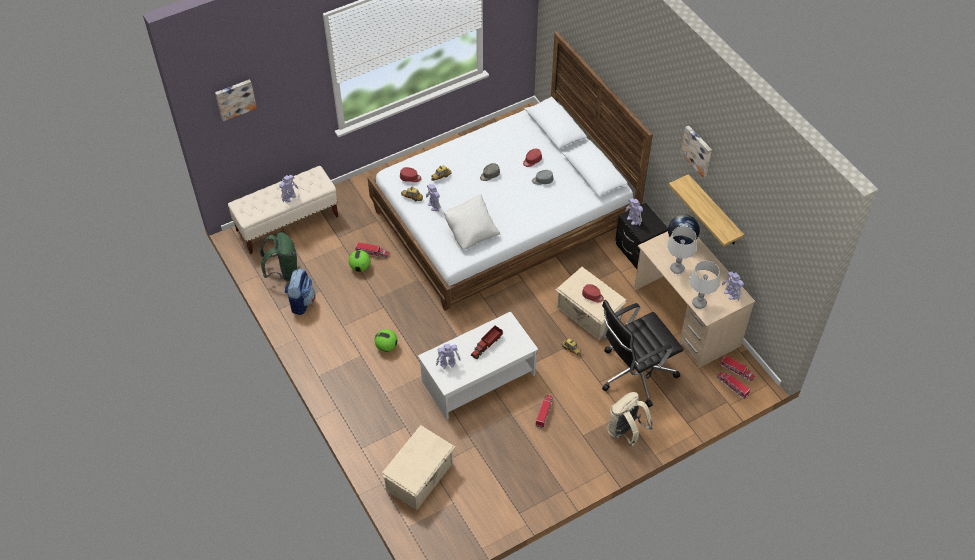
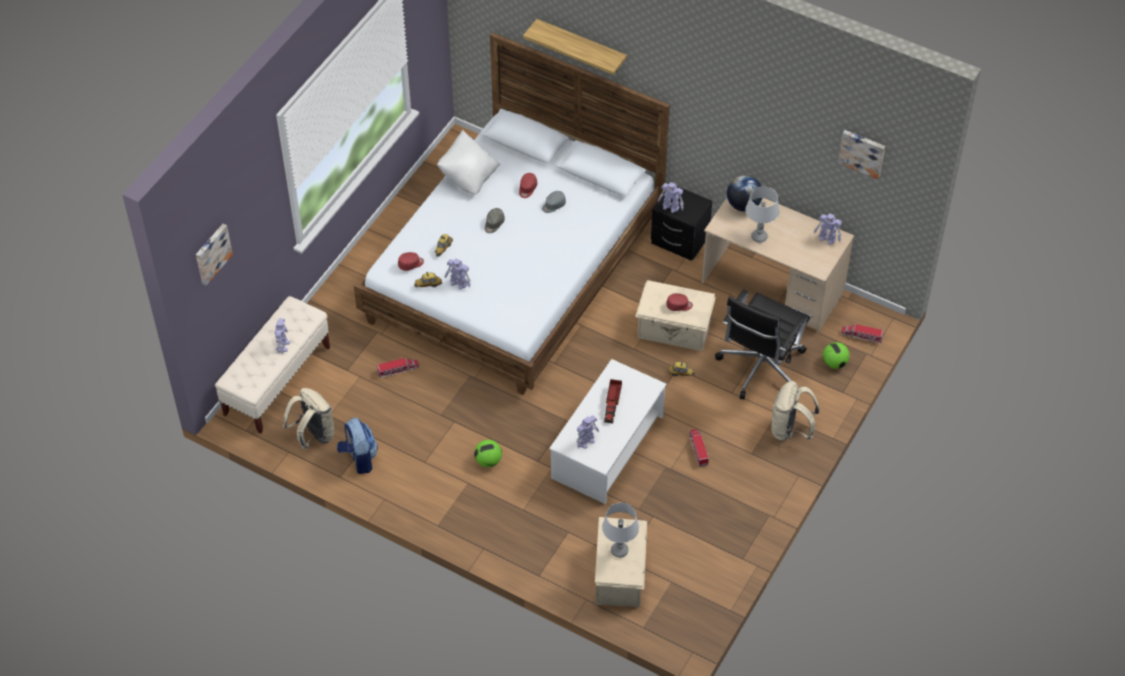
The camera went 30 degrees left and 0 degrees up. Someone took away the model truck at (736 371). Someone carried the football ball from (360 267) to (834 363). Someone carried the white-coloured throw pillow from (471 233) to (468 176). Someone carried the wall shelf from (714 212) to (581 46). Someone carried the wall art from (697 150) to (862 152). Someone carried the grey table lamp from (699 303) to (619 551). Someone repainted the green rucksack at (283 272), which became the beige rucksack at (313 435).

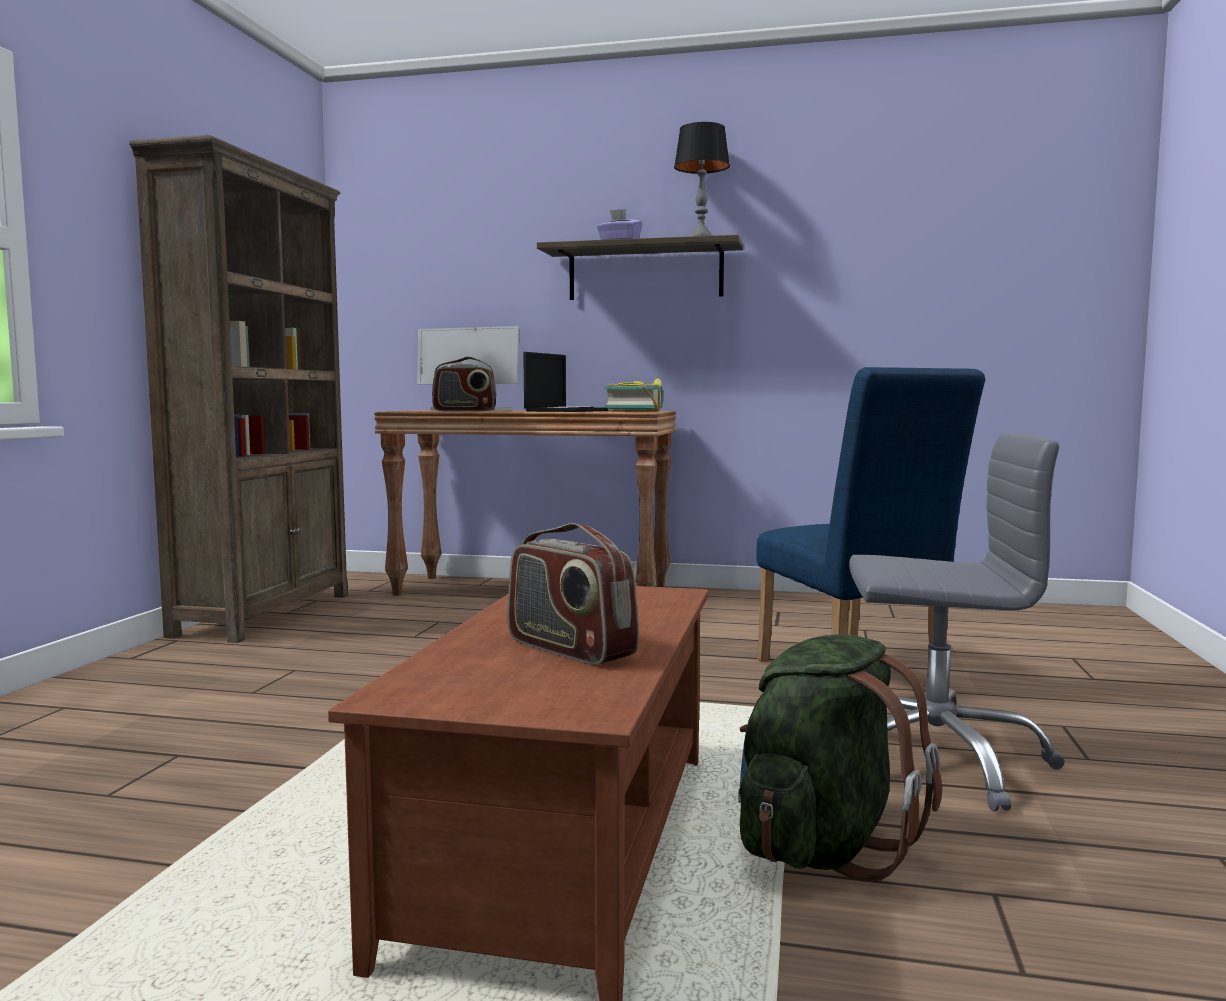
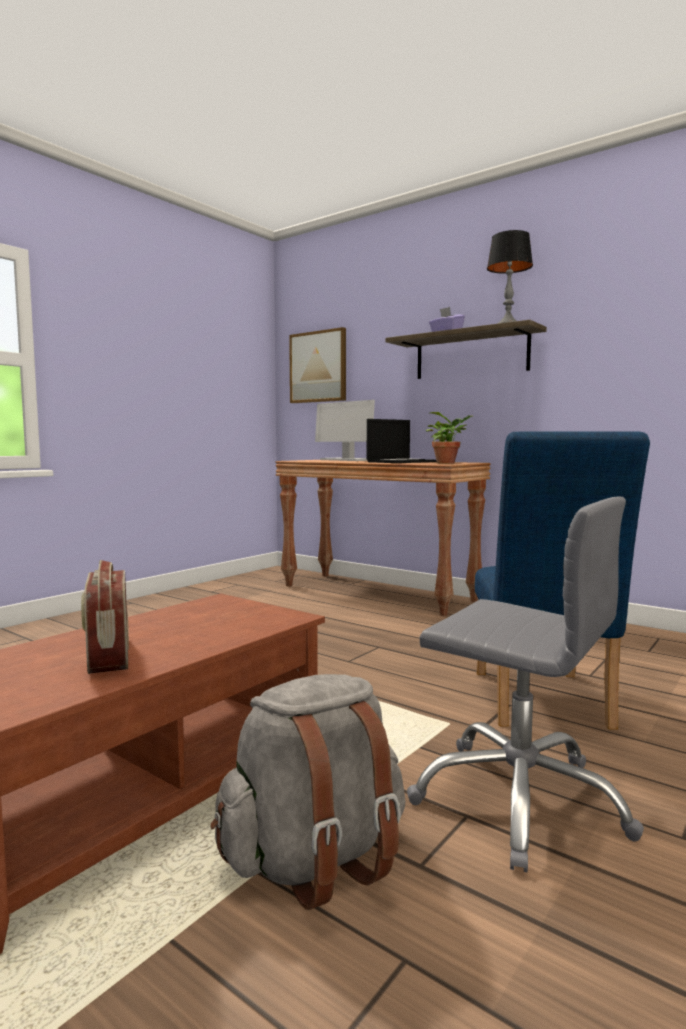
The camera went 25 degrees right and 0 degrees up. Someone took away the brown-coloured bookshelf at (265 614). Someone took away the radio receiver at (464 411). Someone put up the wall art at (318 367). Someone swapped the volume at (636 411) for the houseplant at (448 463). Someone repainted the green rucksack at (821 847), which became the grey rucksack at (315 859).

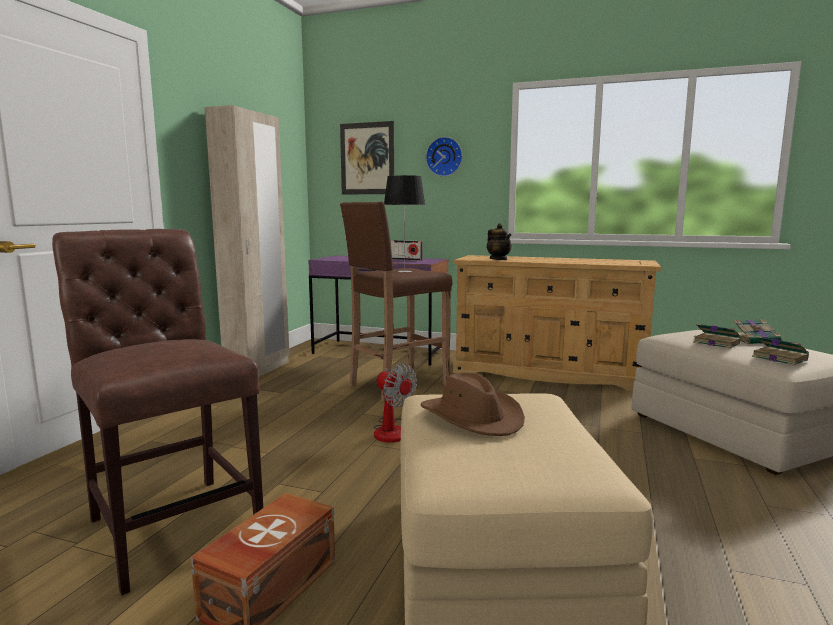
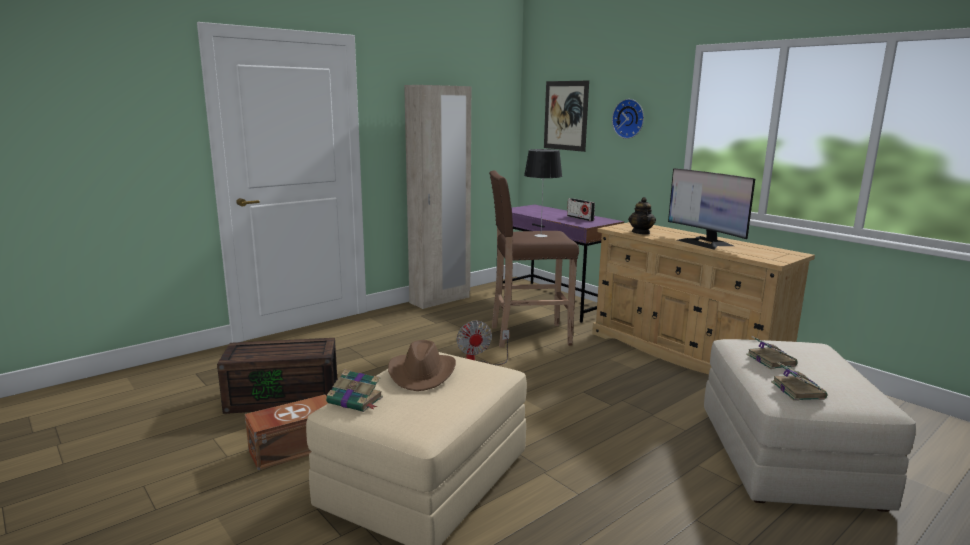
The camera went 30 degrees right and 5 degrees up. Someone put down the computer screen at (705 243). Someone carried the volume from (755 340) to (356 401). Someone swapped the brown-coloured upright chair at (172 522) for the brown-coloured storage container at (285 396).

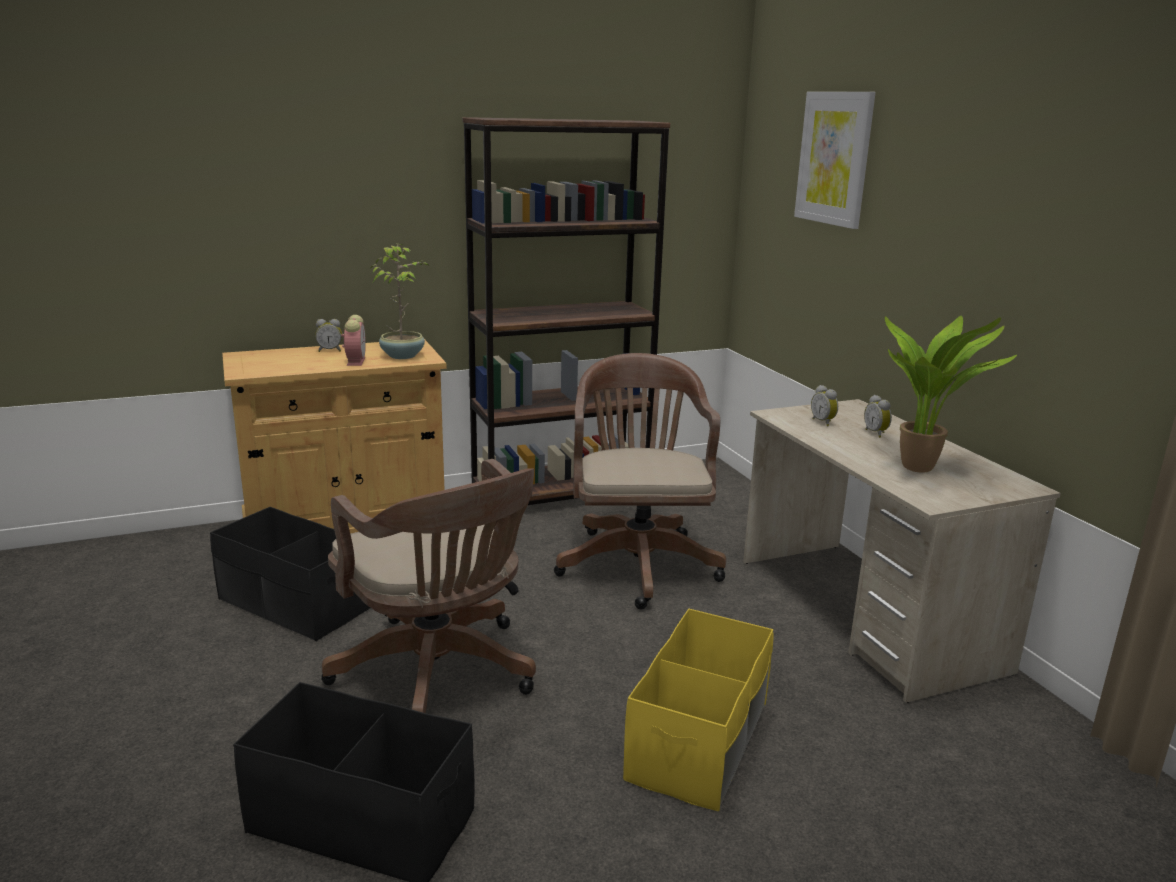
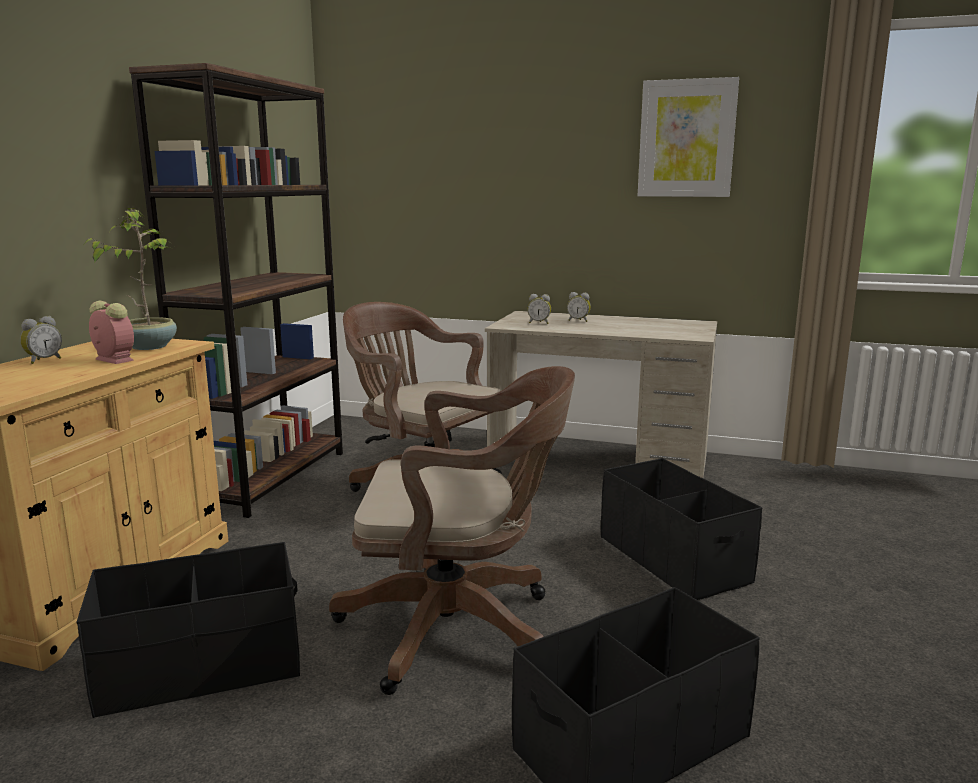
The camera went 50 degrees left and 5 degrees down. Someone took away the houseplant at (922 468). Someone carried the wall art from (834 158) to (686 139). Someone repainted the yellow storage container at (699 741), which became the black-coloured storage container at (673 559).

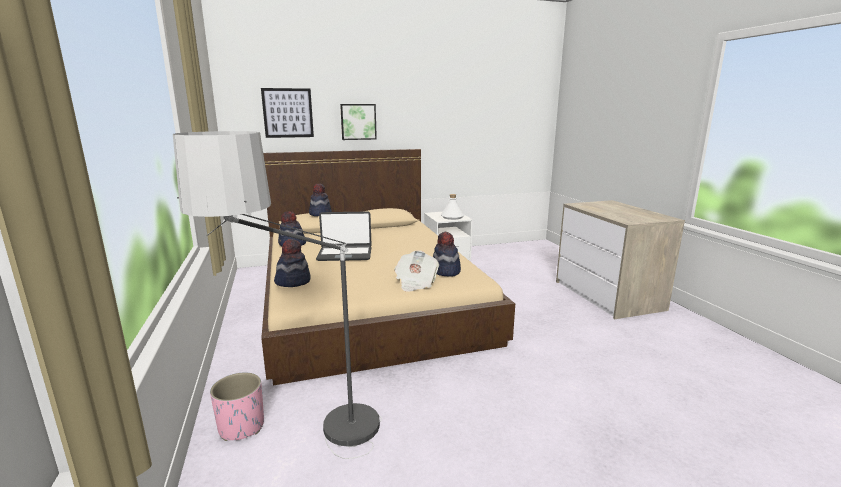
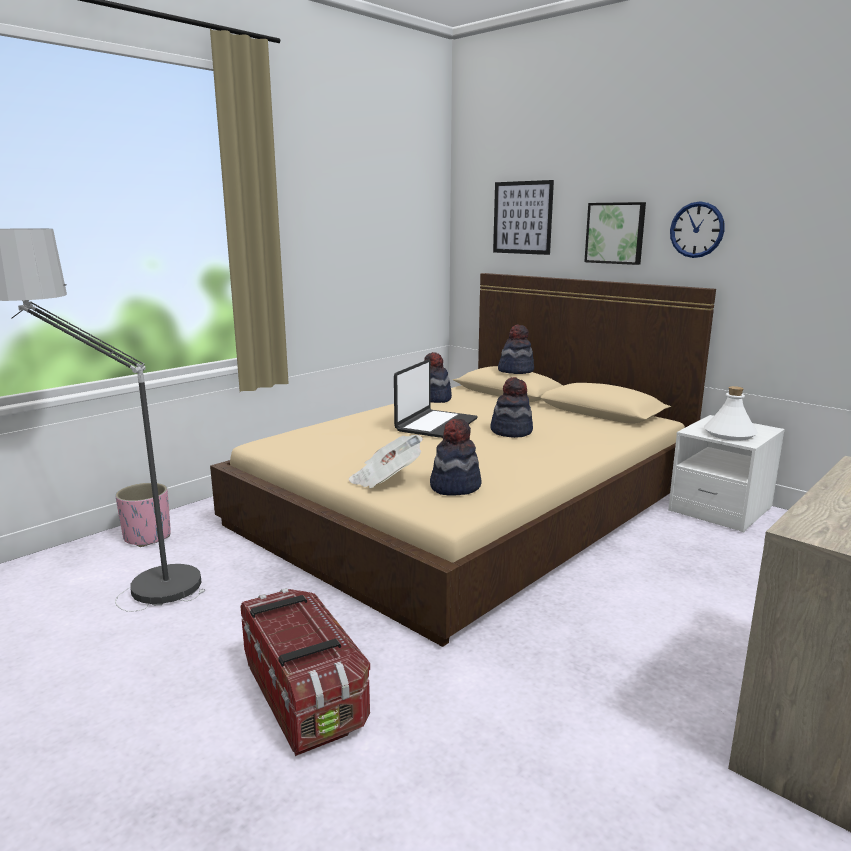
The camera went 60 degrees right and 0 degrees up. Someone put down the storage container at (304 694). Someone put up the clock on the wall at (697 230). Someone carried the wearable hat from (293 281) to (511 431). Someone rotated the notebook computer at (345 254) by 120 degrees counterclockwise.

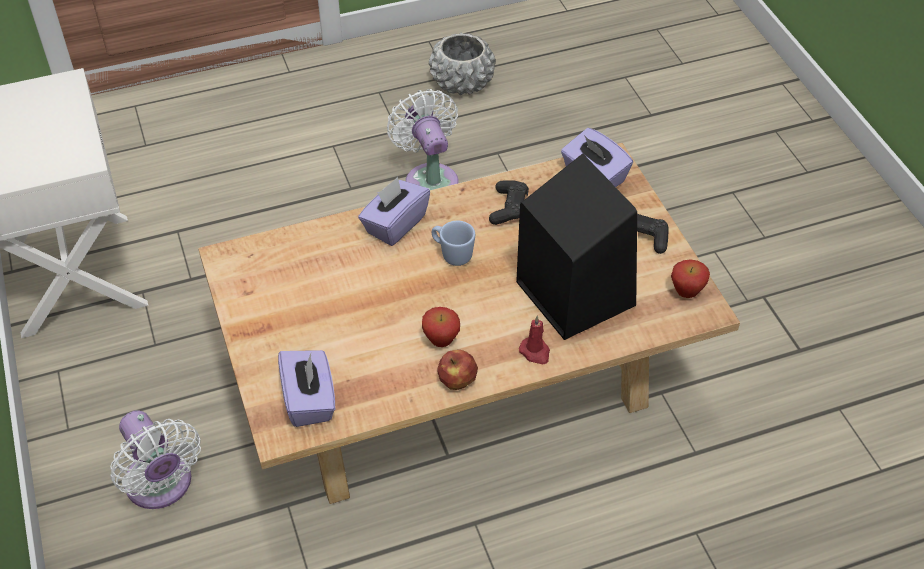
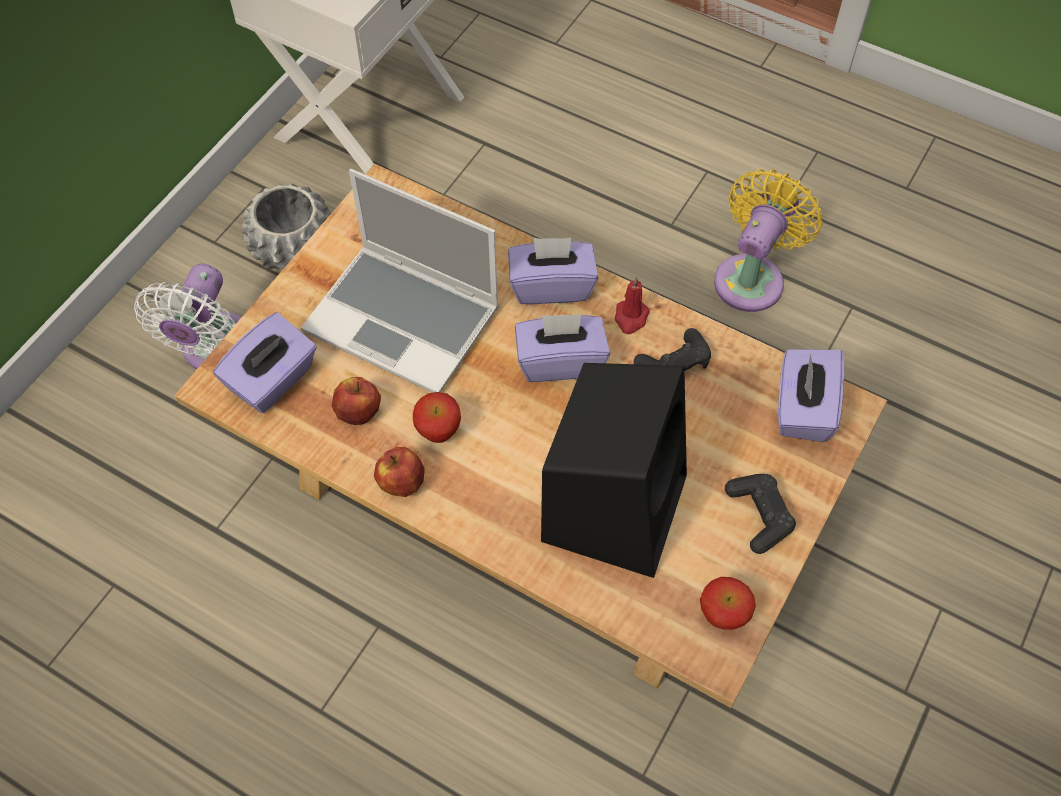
The camera went 50 degrees right and 10 degrees up. Someone put down the notebook computer at (405 320). Someone put down the apple at (358 412). Someone carried the grey flower pot from (461 82) to (294 248). Someone carried the reddish wax light from (535 352) to (631 318). Someone swapped the bluish mug at (452 254) for the purplish box of tissues at (560 361). Someone repainted the white-coloured electric fan at (429 179), which became the yellow electric fan at (752 277).

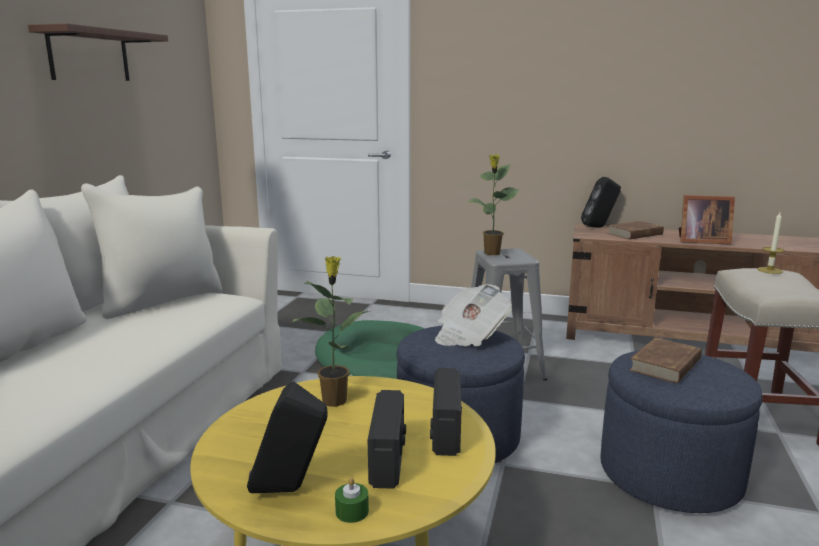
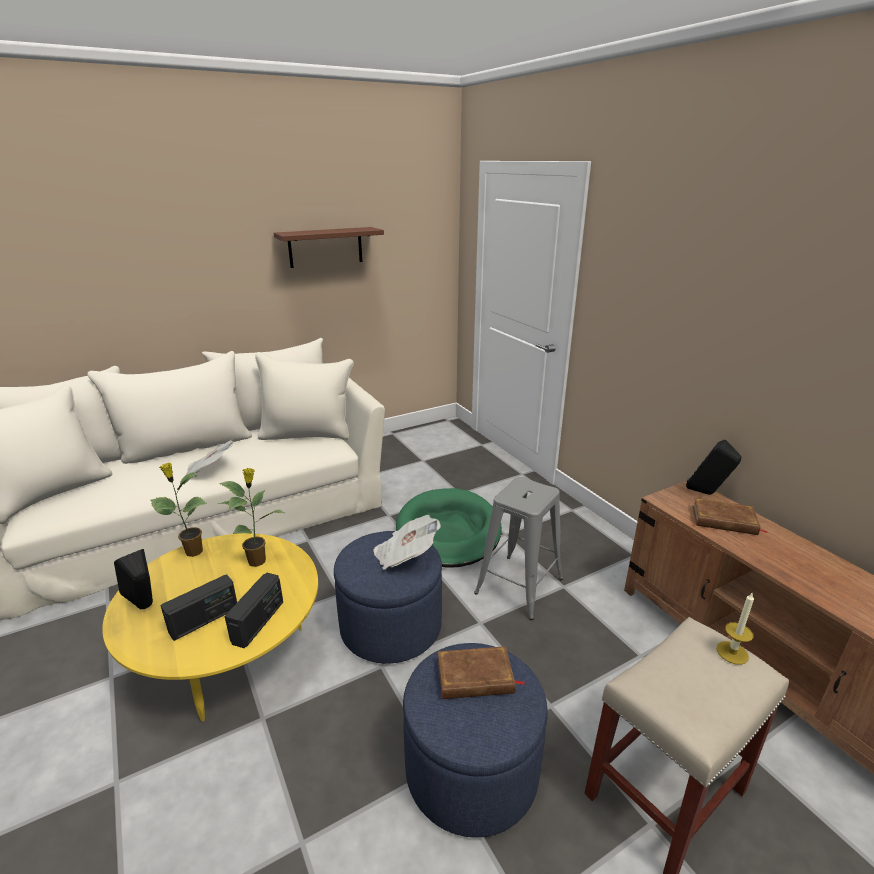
The camera went 45 degrees right and 10 degrees up. Someone took away the green wax light at (352 511). Someone took away the photo frame at (701 241). Someone put down the newspaper at (210 470). Someone carried the houseplant from (492 253) to (192 552). Someone rotated the radio receiver at (445 431) by 150 degrees clockwise.

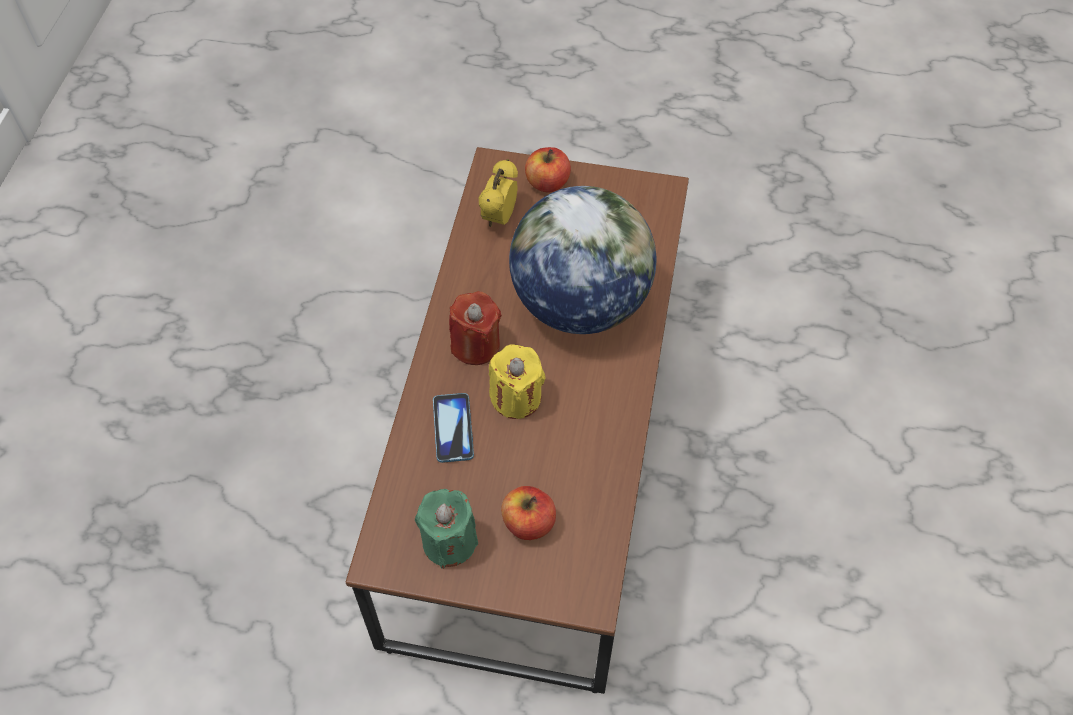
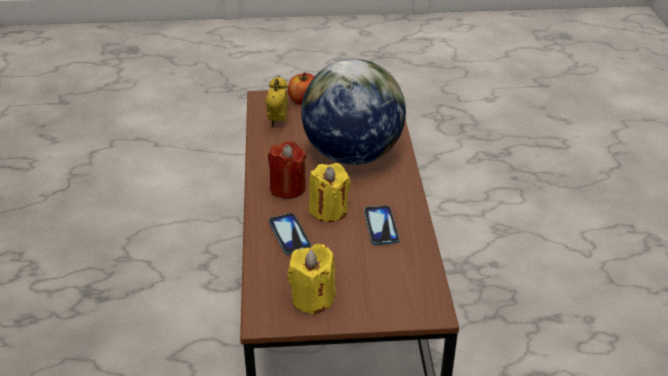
The camera went 15 degrees left and 20 degrees down. Someone took away the apple at (528 523). Someone put down the phone at (381 226). Someone repainted the green wax light at (449 542), which became the yellow wax light at (313 298).

